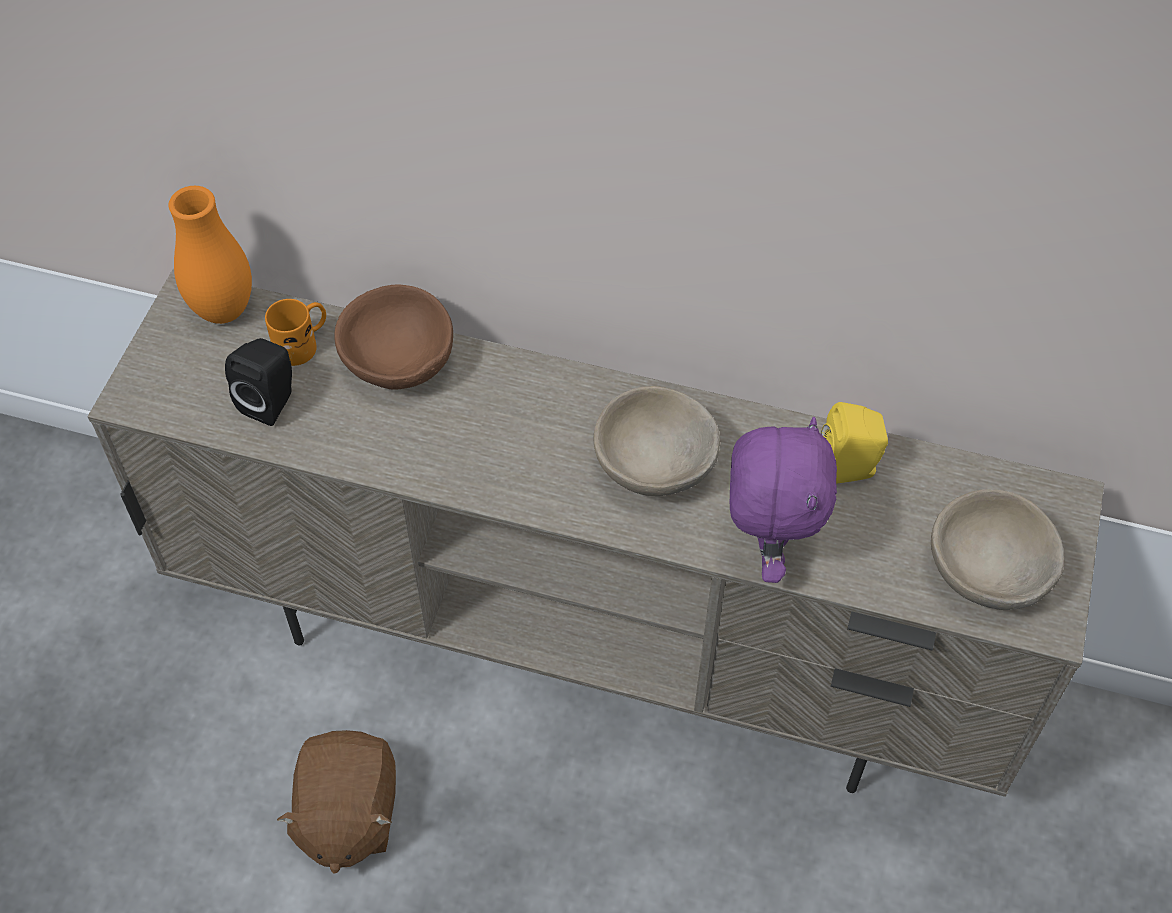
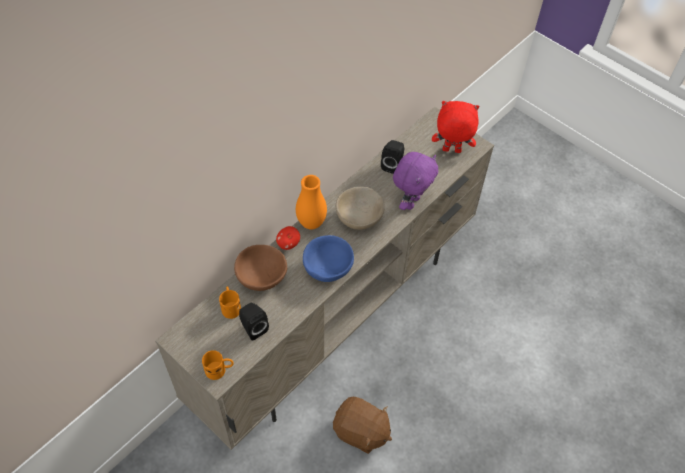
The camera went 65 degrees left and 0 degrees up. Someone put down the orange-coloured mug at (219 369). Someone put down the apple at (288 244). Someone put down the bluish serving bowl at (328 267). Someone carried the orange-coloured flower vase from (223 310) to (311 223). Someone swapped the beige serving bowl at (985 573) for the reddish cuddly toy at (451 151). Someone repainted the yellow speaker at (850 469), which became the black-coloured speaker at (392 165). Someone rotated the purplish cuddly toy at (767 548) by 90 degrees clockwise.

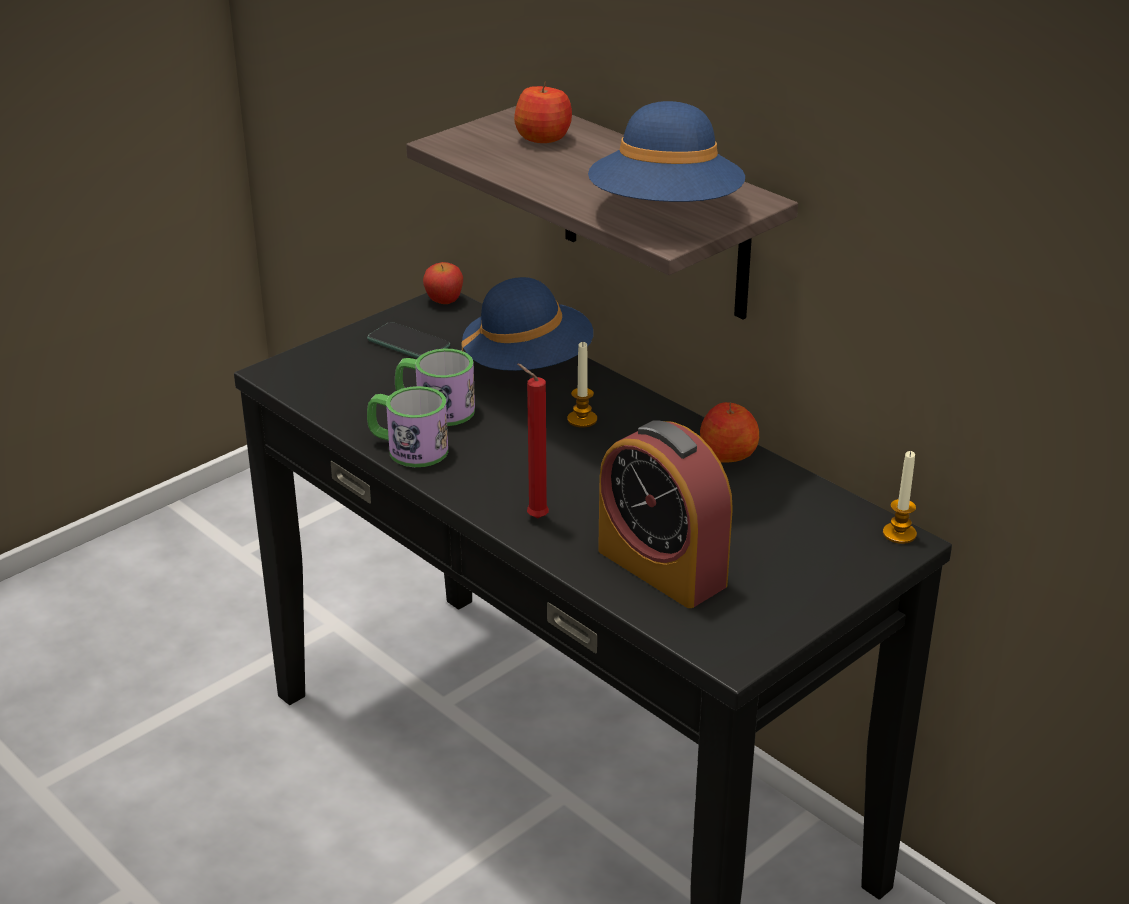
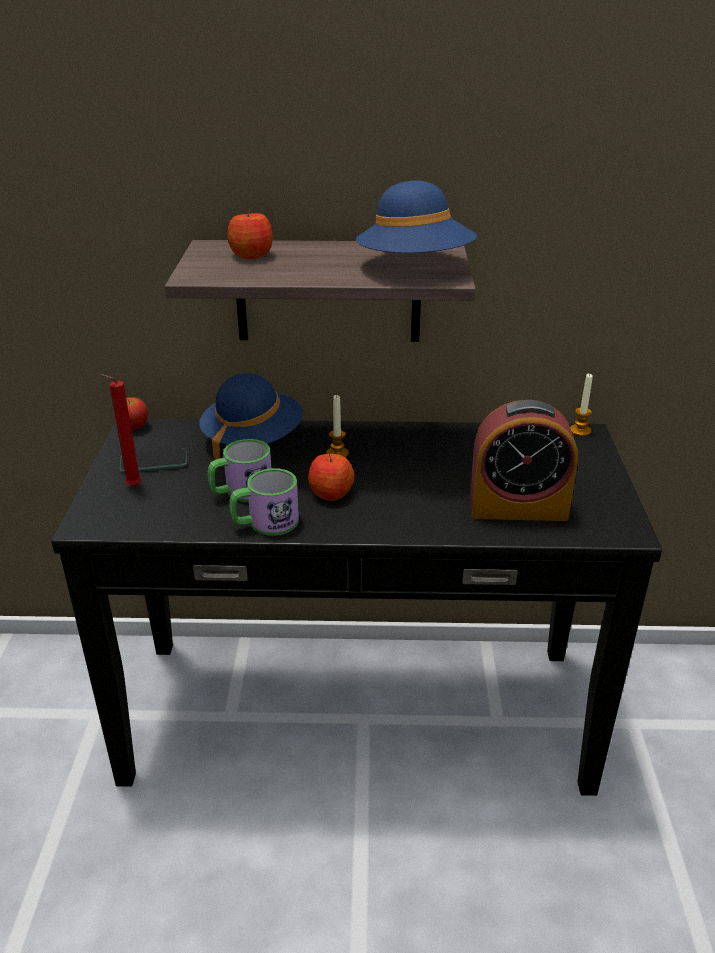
The camera went 45 degrees left and 0 degrees up. Someone carried the reddish wax light from (534 517) to (131 487). Someone carried the apple from (727 454) to (331 493).

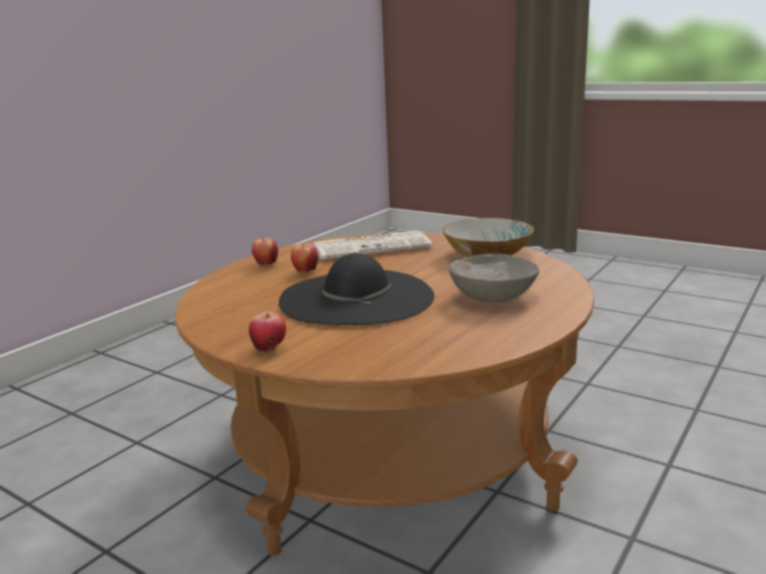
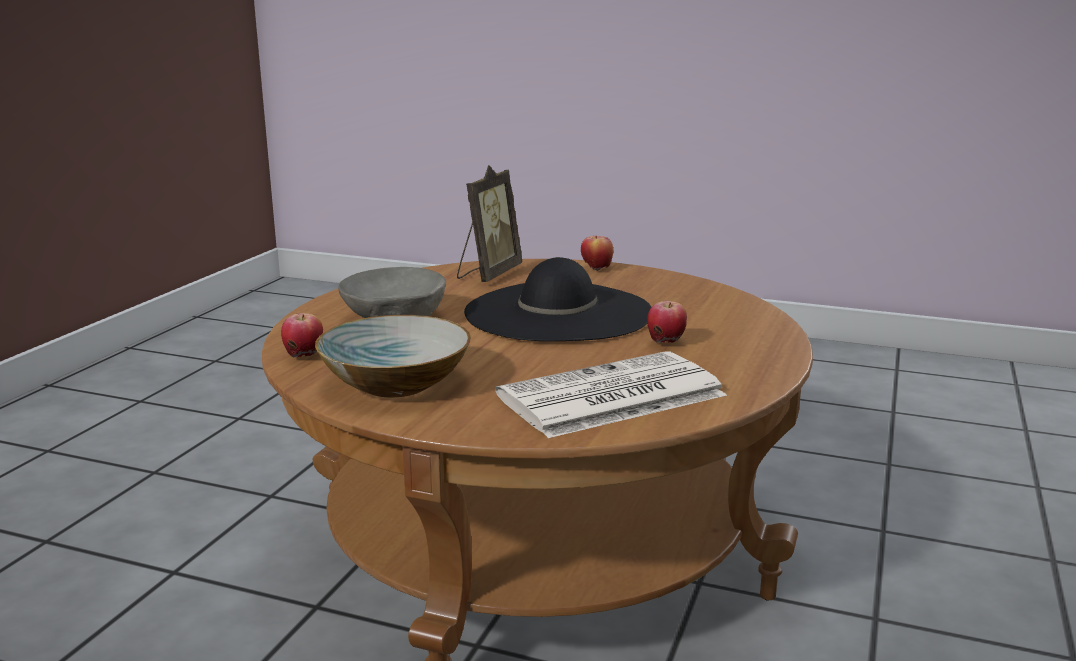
The camera went 165 degrees right and 0 degrees up. Someone put down the photo frame at (488 274). Someone carried the apple from (266 265) to (304 356).

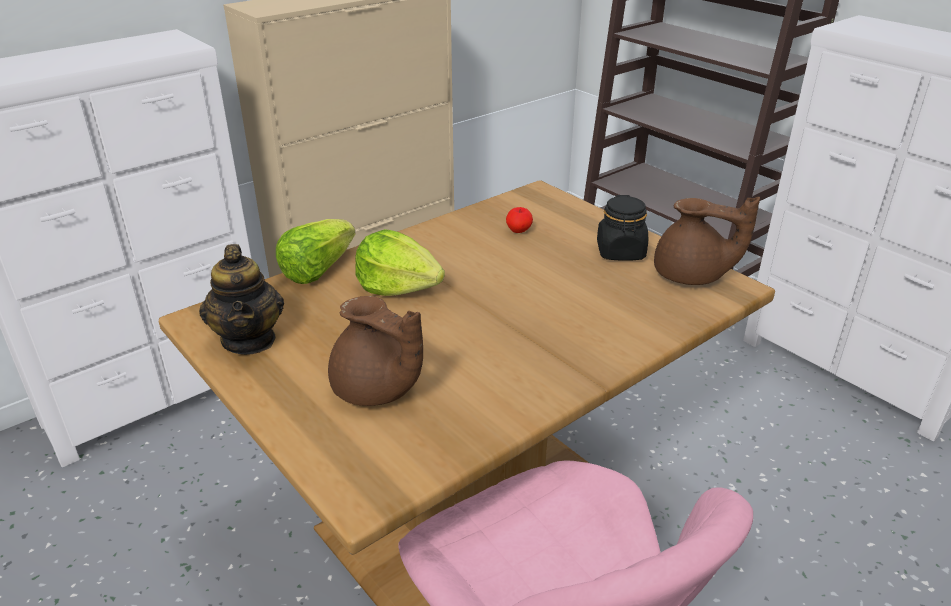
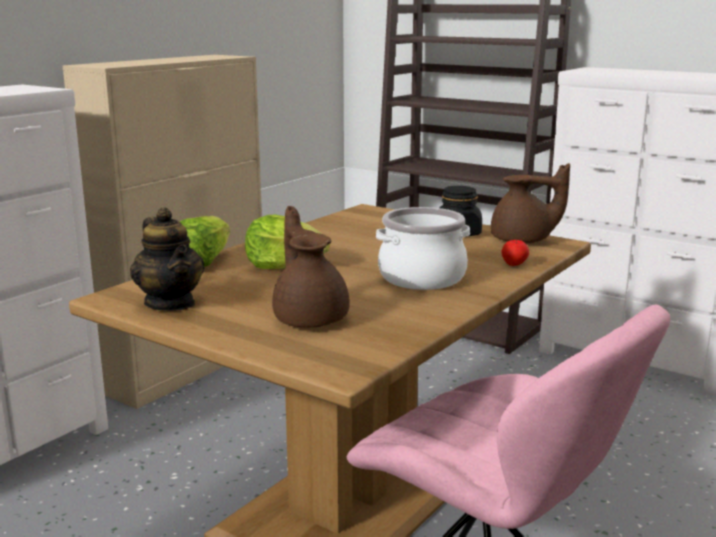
The camera went 15 degrees left and 15 degrees down. Someone put down the cooking pot at (422 278). Someone carried the apple from (518 231) to (514 264). Someone rotated the brown-coloured pot for tea at (376 390) by 135 degrees counterclockwise.

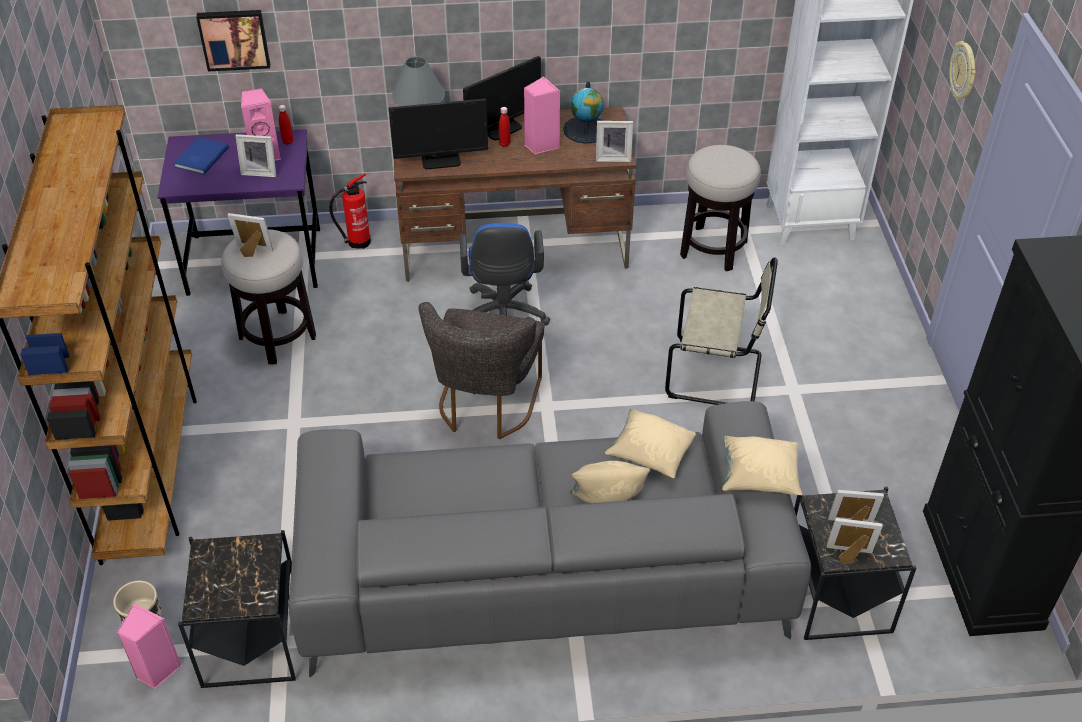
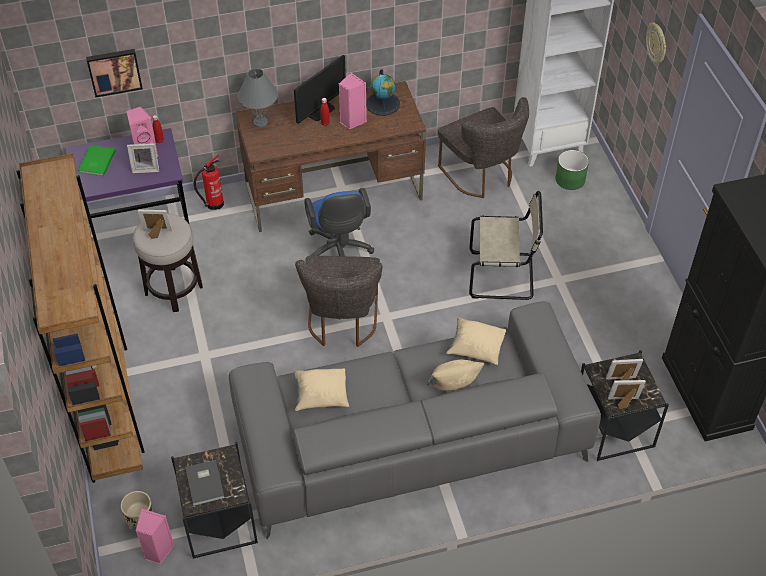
The camera went 10 degrees left and 5 degrees up. Someone took away the computer screen at (441 160). Someone took away the photo frame at (613 157). Someone put down the grey volume at (205 483). Someone put down the green flower pot at (570 179). Someone carried the beige throw pillow from (758 478) to (321 396). Someone swapped the stool at (713 249) for the grey upright chair at (481 176). Someone repainted the bluish volume at (200 157), which became the green volume at (95 162).

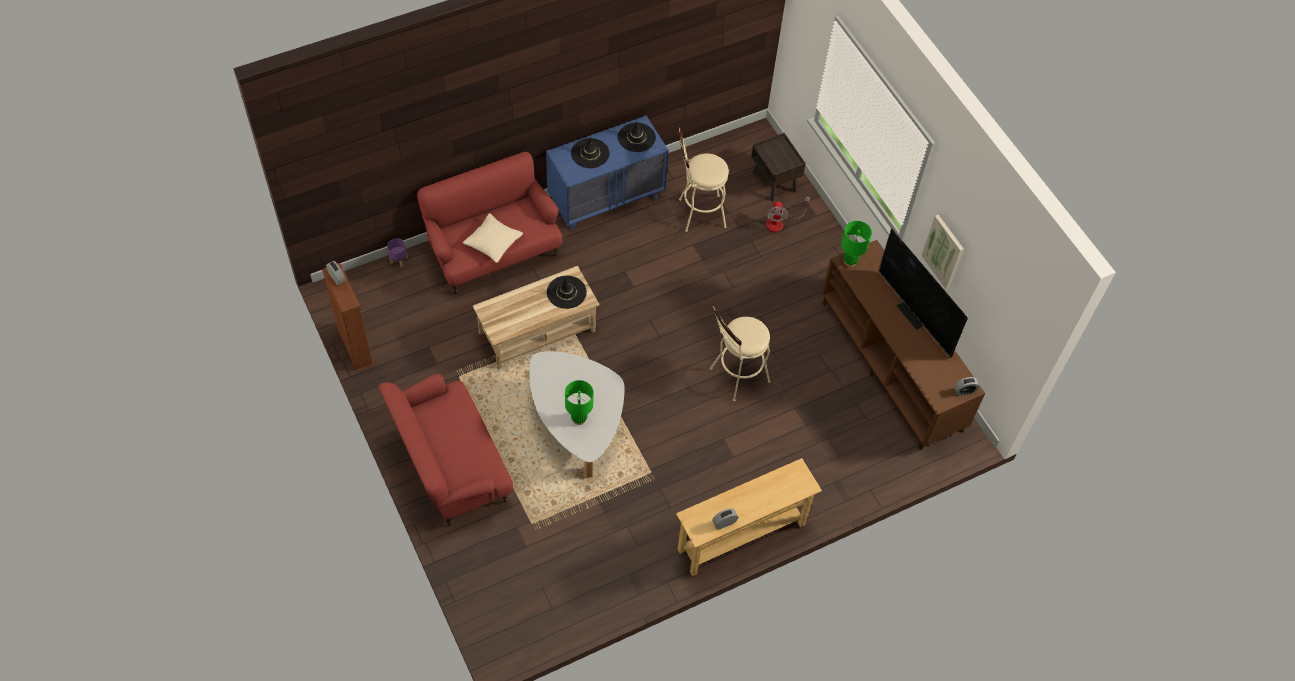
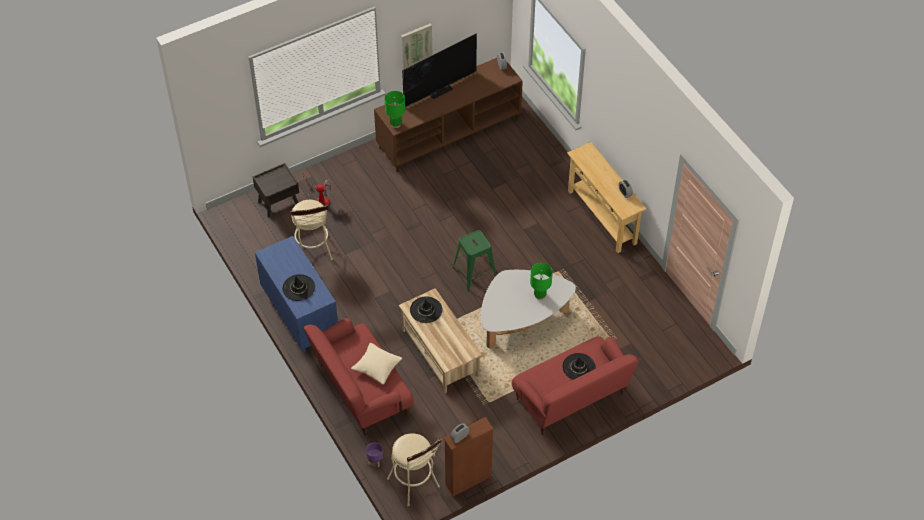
The camera went 90 degrees left and 5 degrees down. Someone put down the green stool at (474 272). Someone carried the black-coloured wearable hat from (636 137) to (579 367). Someone carried the beige stool from (735 377) to (416 485).

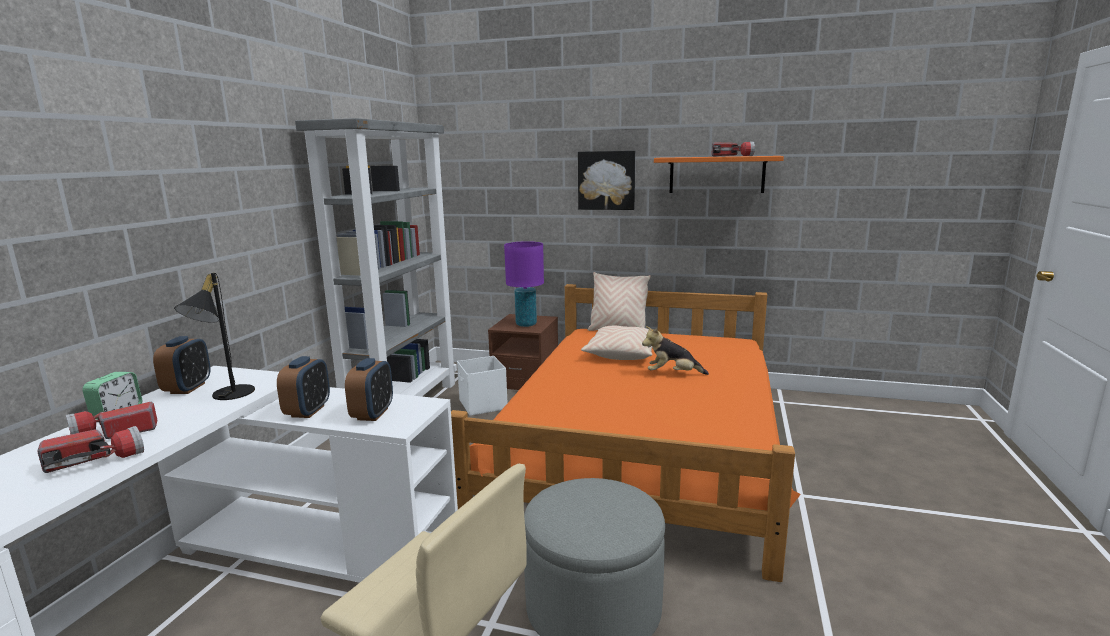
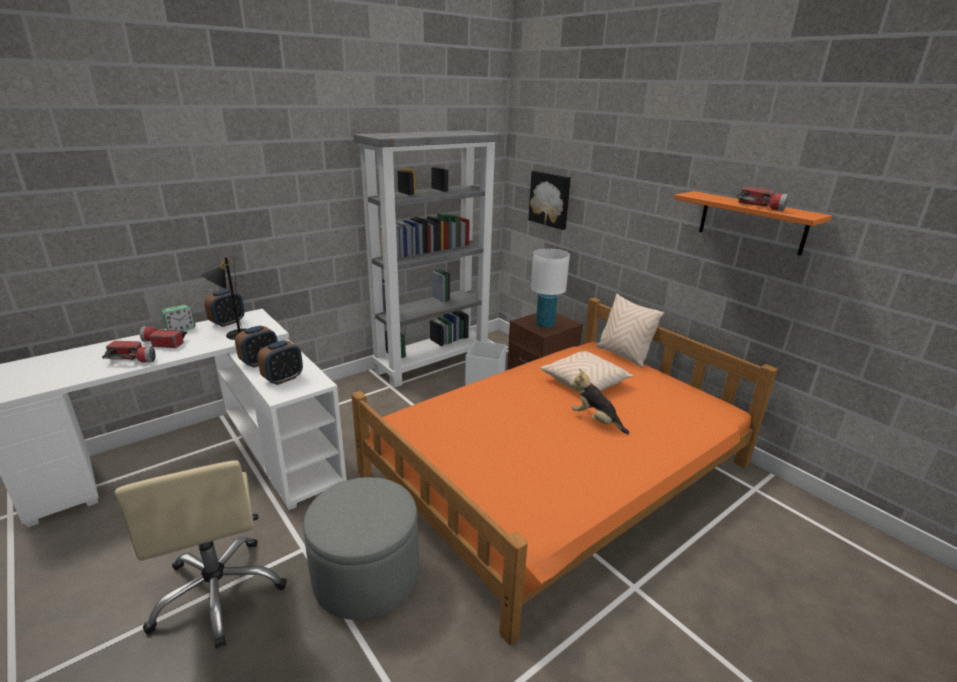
The camera went 35 degrees right and 10 degrees up. Someone carried the wall art from (606 180) to (550 199). Someone repainted the purplish table lamp at (526 324), which became the white-coloured table lamp at (545 325).

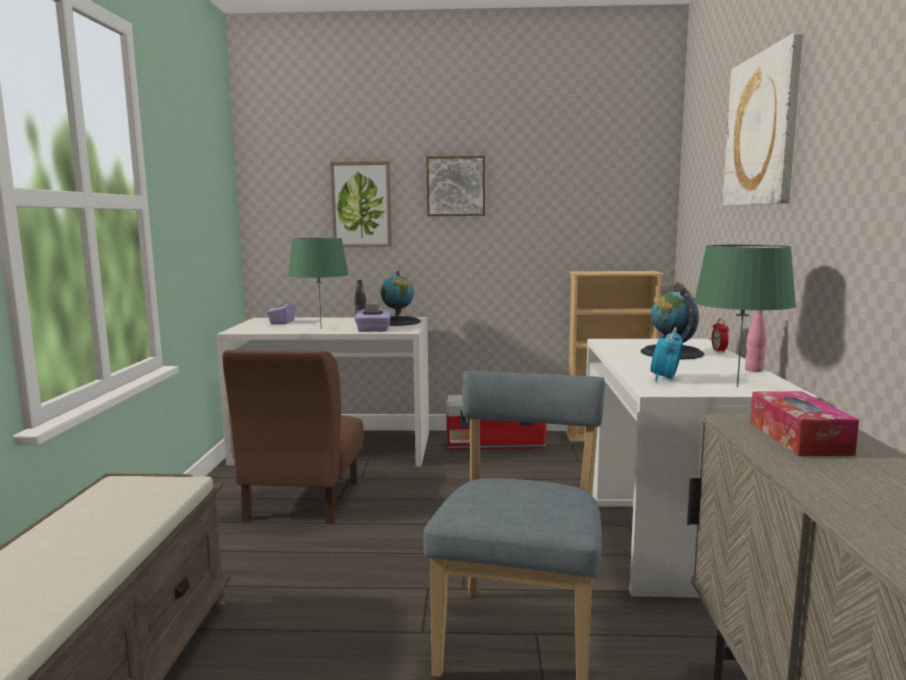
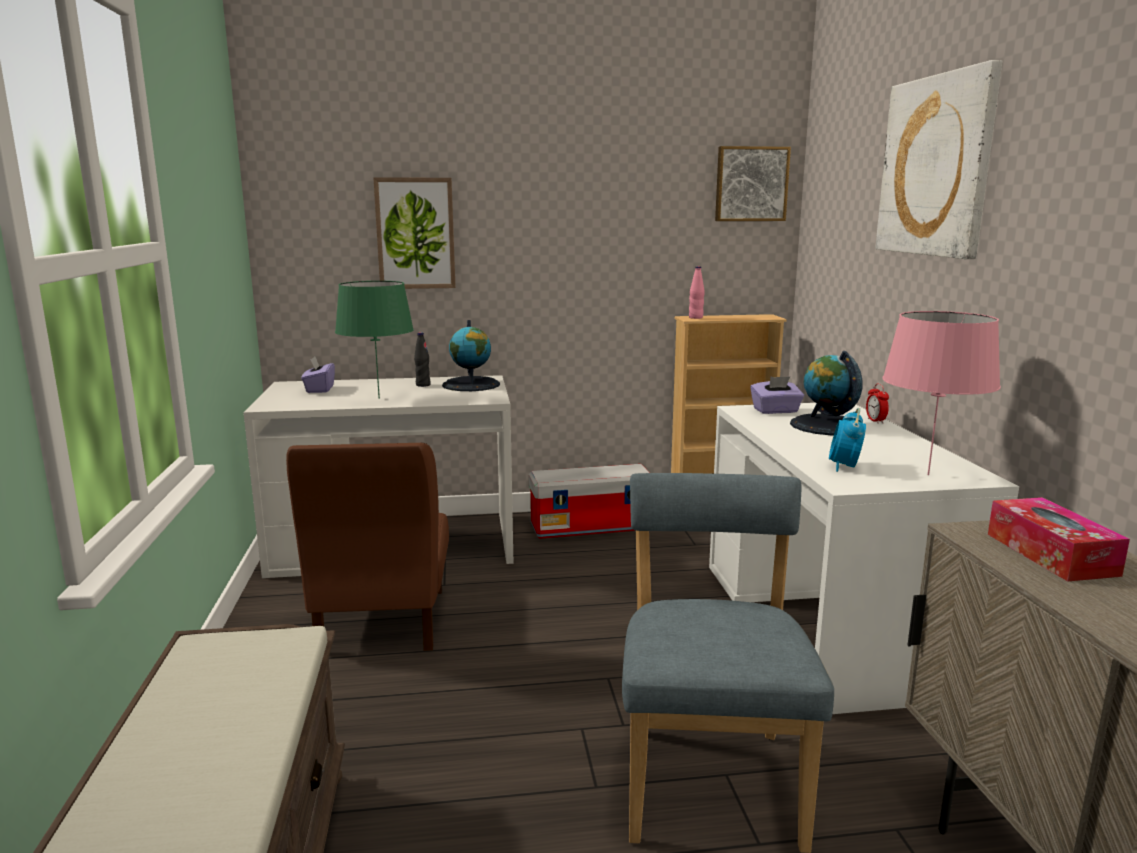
The camera went 10 degrees left and 5 degrees up. Someone carried the purplish box of tissues from (373 330) to (775 411). Someone carried the wall art from (456 186) to (751 184). Someone carried the pink-coloured bottle from (754 370) to (696 317). Someone repainted the green table lamp at (737 386), which became the pink-coloured table lamp at (928 475).

